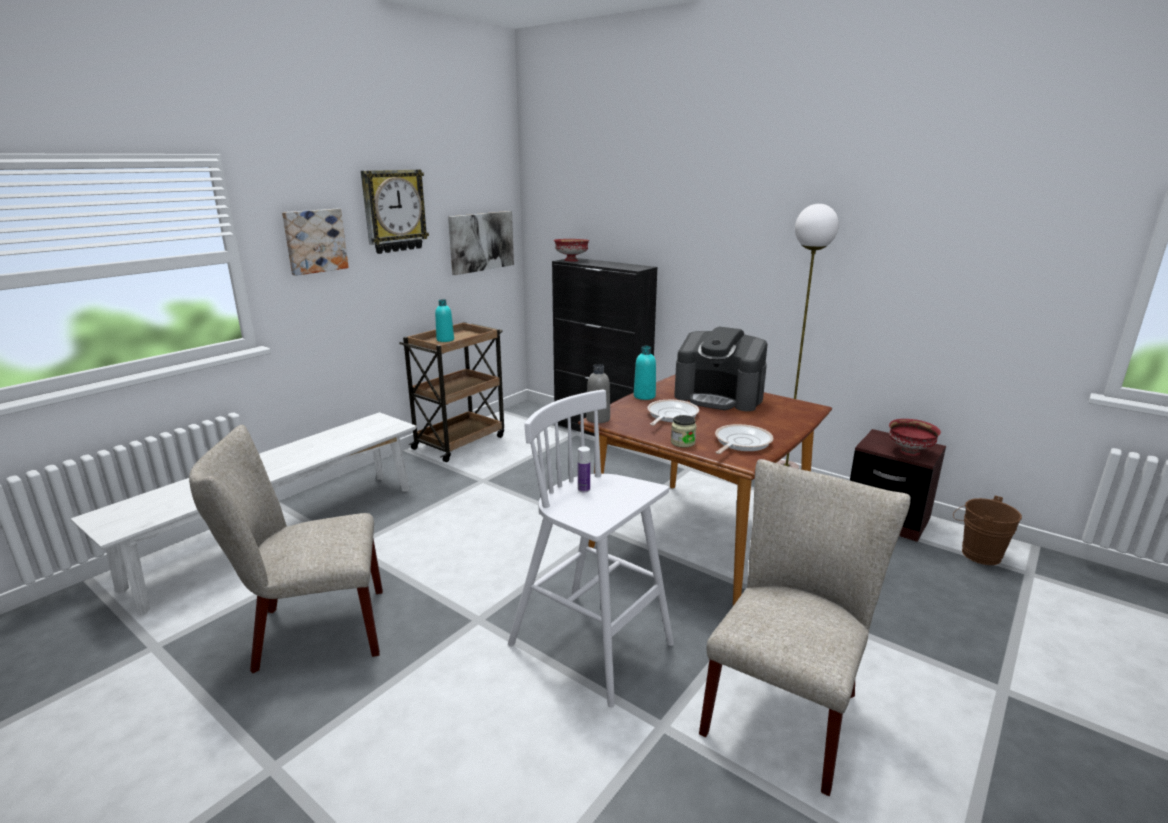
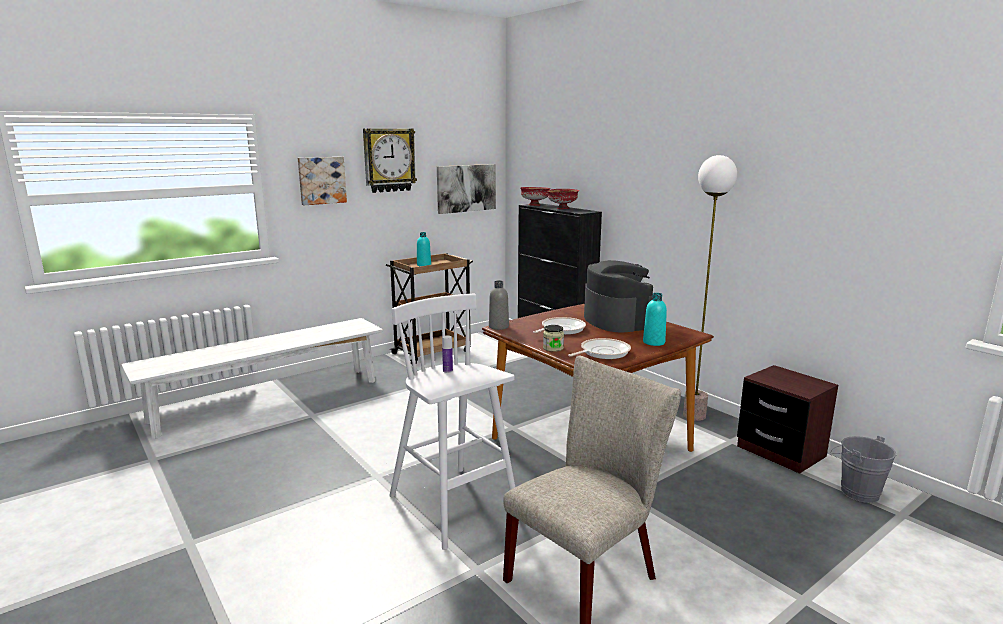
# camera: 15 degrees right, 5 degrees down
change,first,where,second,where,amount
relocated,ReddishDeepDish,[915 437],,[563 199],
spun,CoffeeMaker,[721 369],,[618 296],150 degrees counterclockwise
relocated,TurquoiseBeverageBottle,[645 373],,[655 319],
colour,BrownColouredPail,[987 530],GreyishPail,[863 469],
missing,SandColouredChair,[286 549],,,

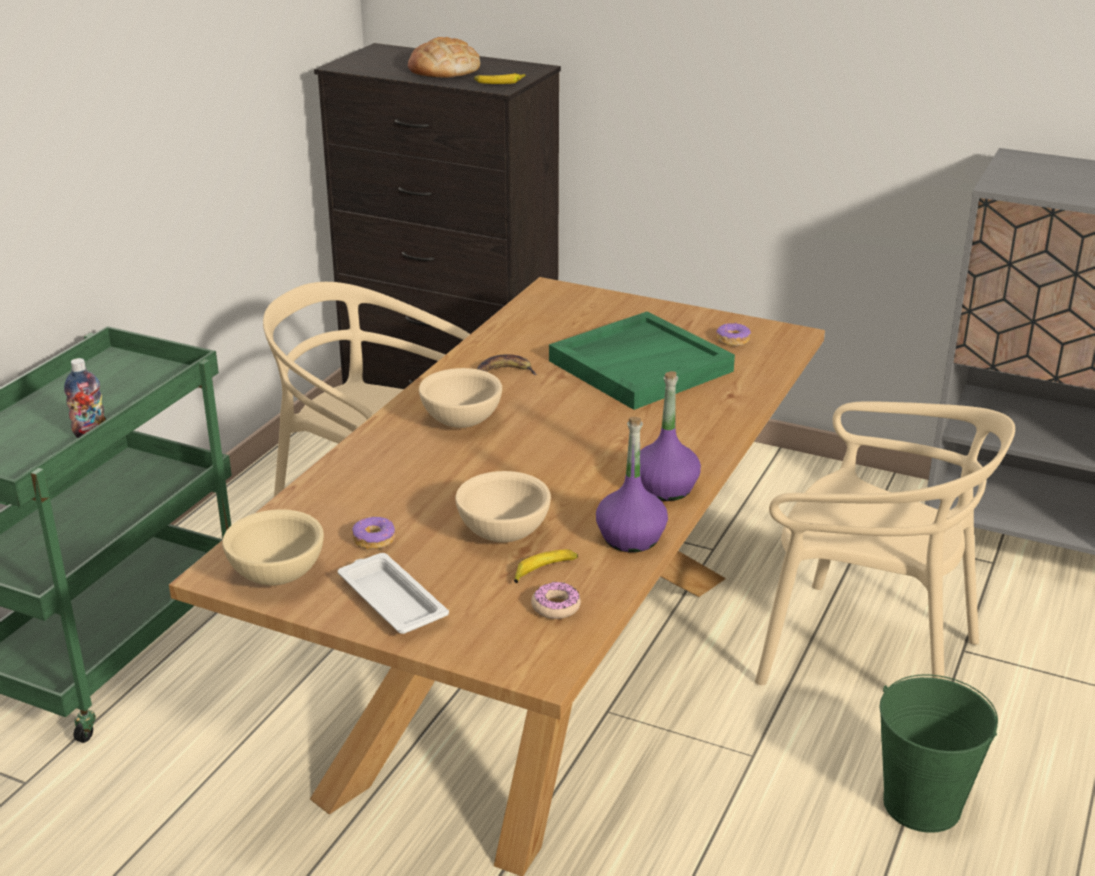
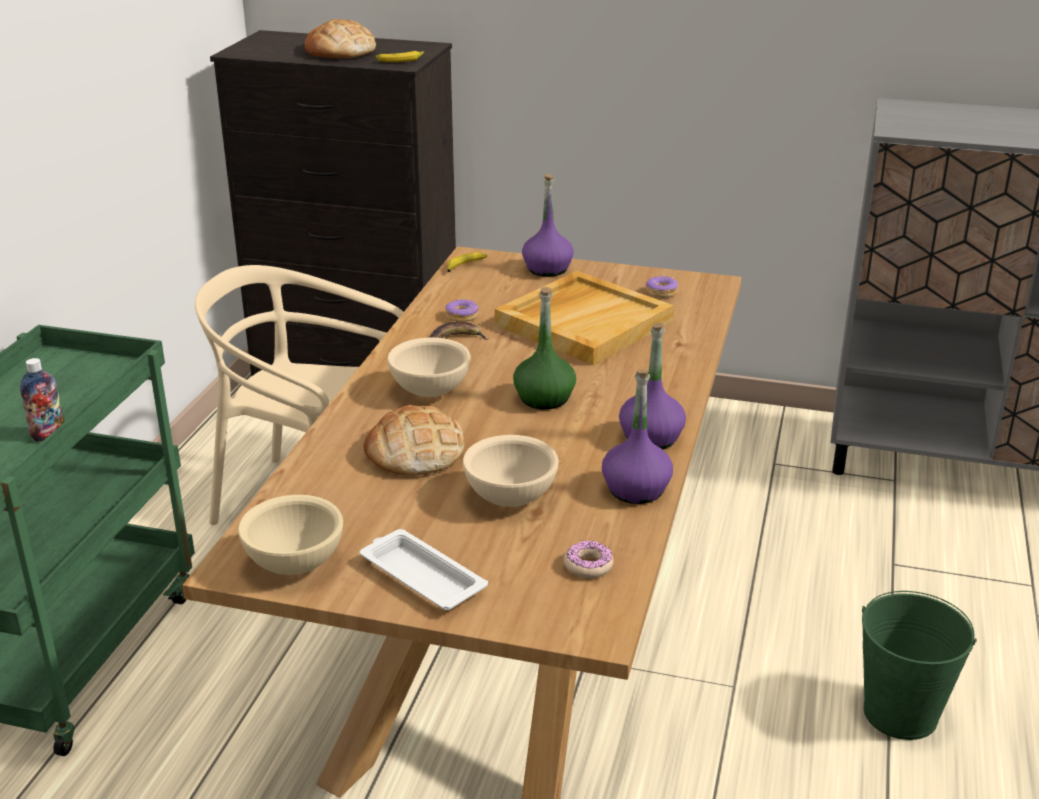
# camera: 10 degrees left, 0 degrees up
change,first,where,second,where,amount
appeared,,,BakedBread,[413 440],
relocated,RingDoughnut,[373 533],,[462 310],
relocated,WholeBanana,[546 566],,[467 262],
colour,GreenServingTray,[642 360],SandColouredServingTray,[584 318],
appeared,,,GreenBeverageBottle,[544 348],
appeared,,,PurpleBeverageBottle,[548 225],
missing,SandColouredChair,[885 543],,,

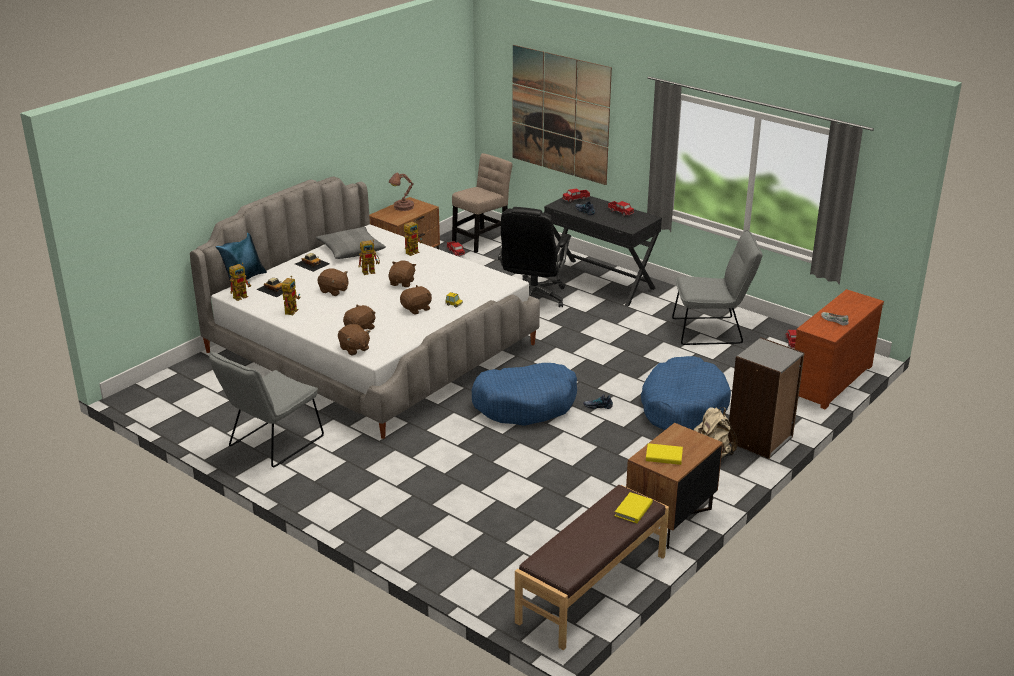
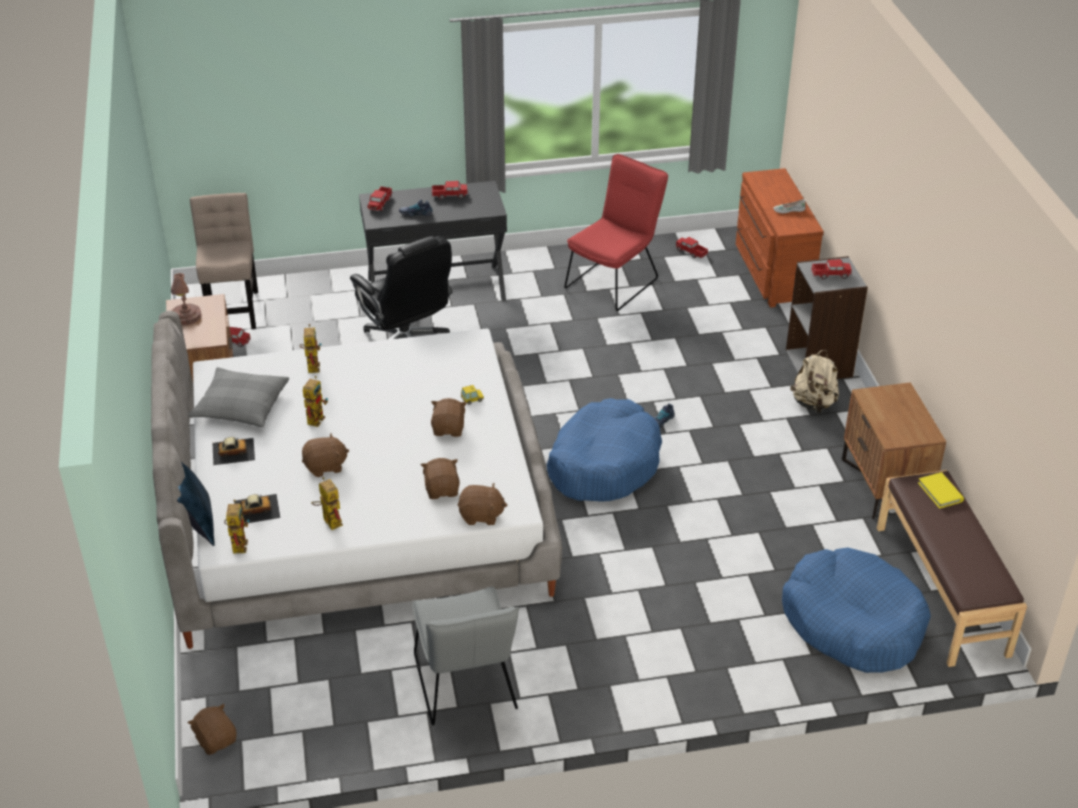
# camera: 50 degrees left, 10 degrees up
change,first,where,second,where,amount
relocated,BrownColouredSoftToy,[402 274],,[212 729],
colour,GreyishChair,[717 287],ReddishChair,[616 232],
relocated,BlueDogBed,[686 393],,[856 610],
appeared,,,ToyTruck,[831 269],
missing,WallPicture,[562 115],,,
missing,YellowishBook,[664 454],,,

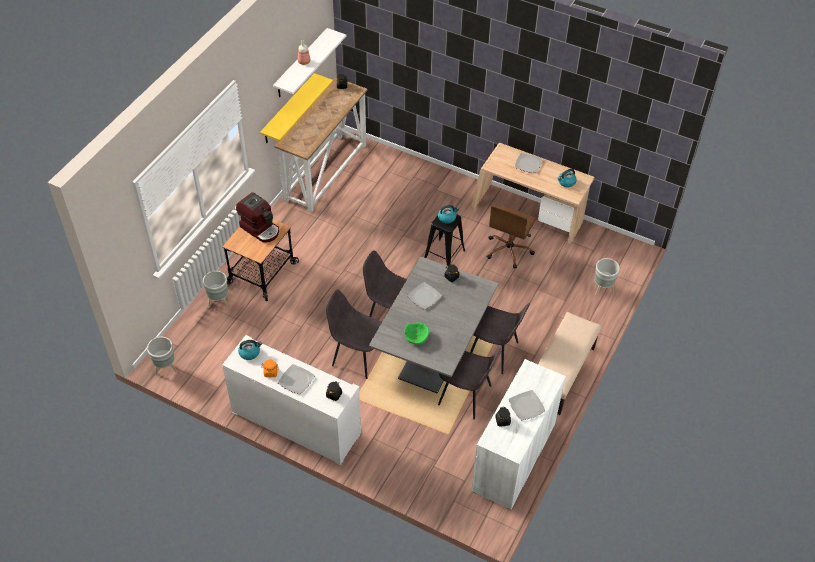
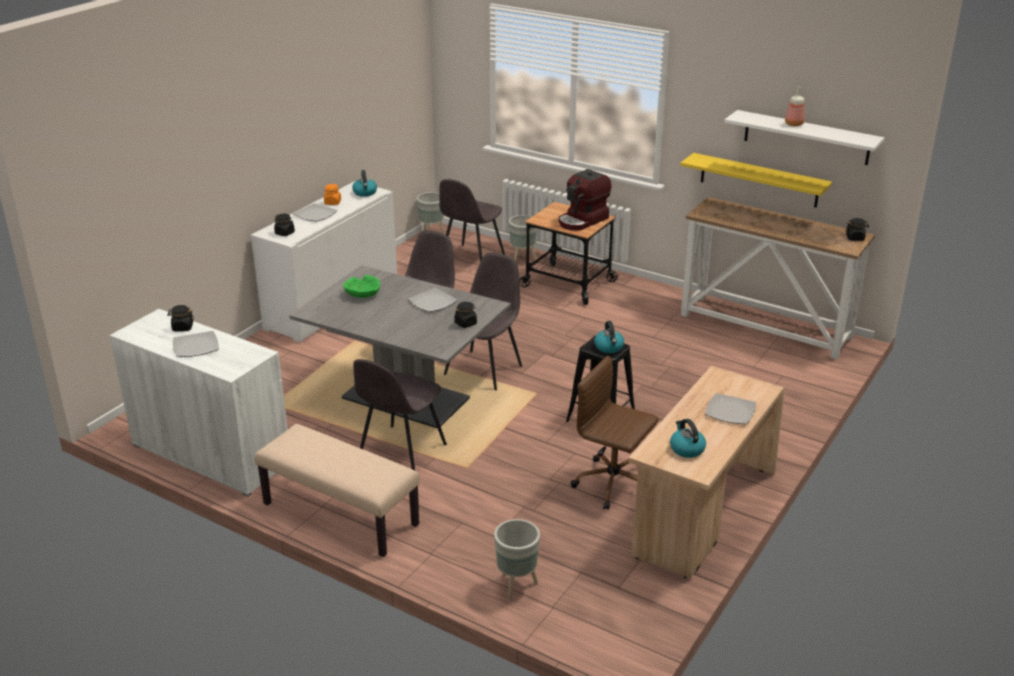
# camera: 95 degrees right, 20 degrees down
change,first,where,second,where,amount
relocated,GreyishChair,[469 383],,[472 220],

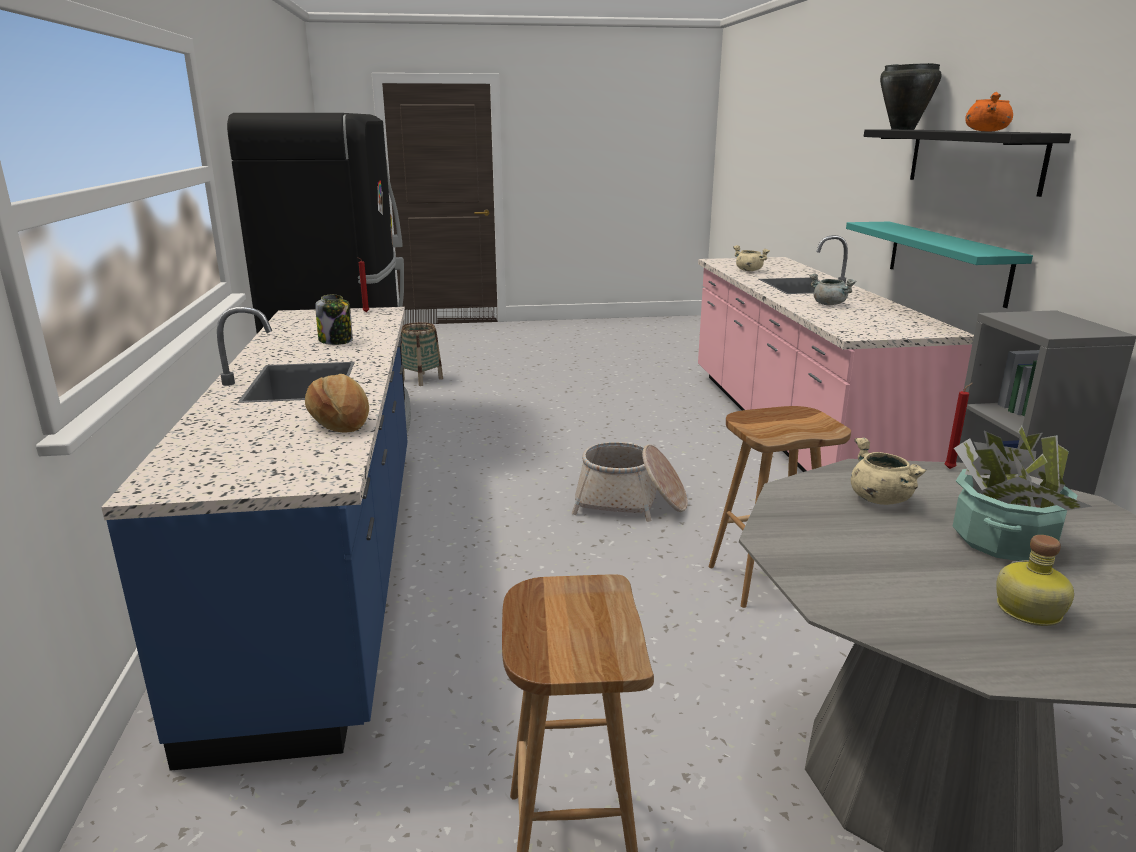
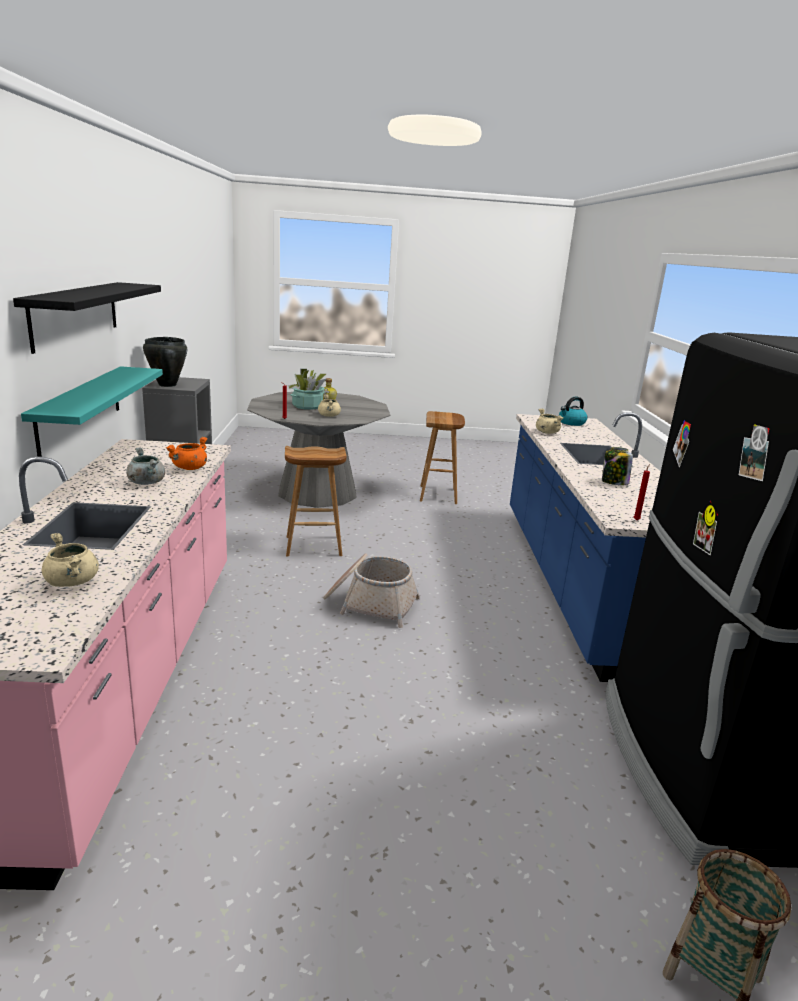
# camera: 175 degrees left, 0 degrees up
change,first,where,second,where,amount
relocated,BlackColouredSaucepot,[911 96],,[165 362],
relocated,OrangeSaucepot,[989 112],,[186 453],
exchanged,BakedBread,[337 403],SandColouredSaucepot,[550 421],
appeared,,,TeaKettle,[573 411],

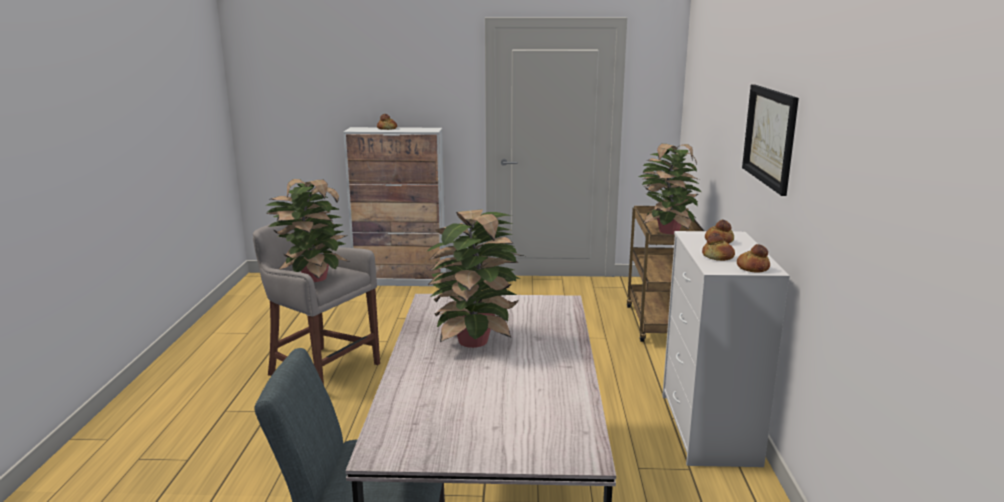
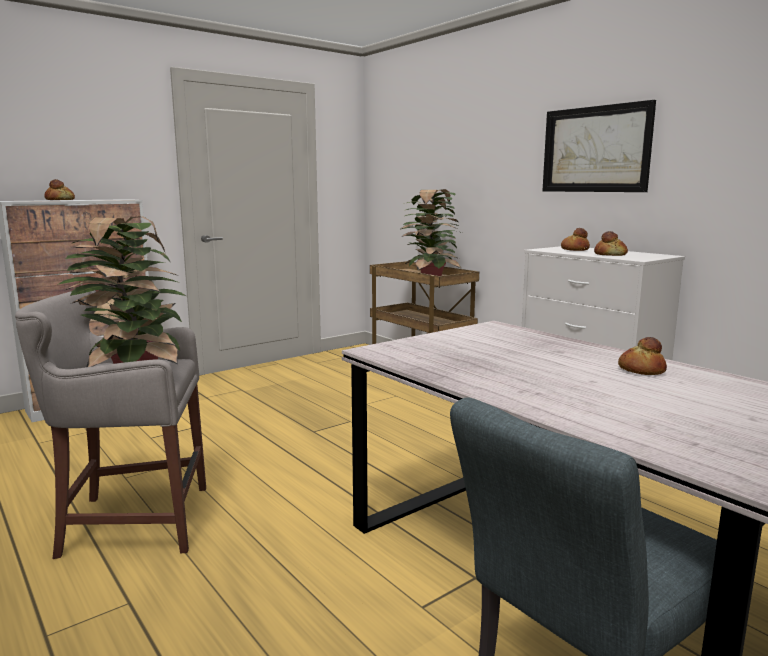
# camera: 40 degrees left, 5 degrees down
change,first,where,second,where,amount
relocated,BakedBread,[753 258],,[642 356],
missing,Houseplant,[474 278],,,

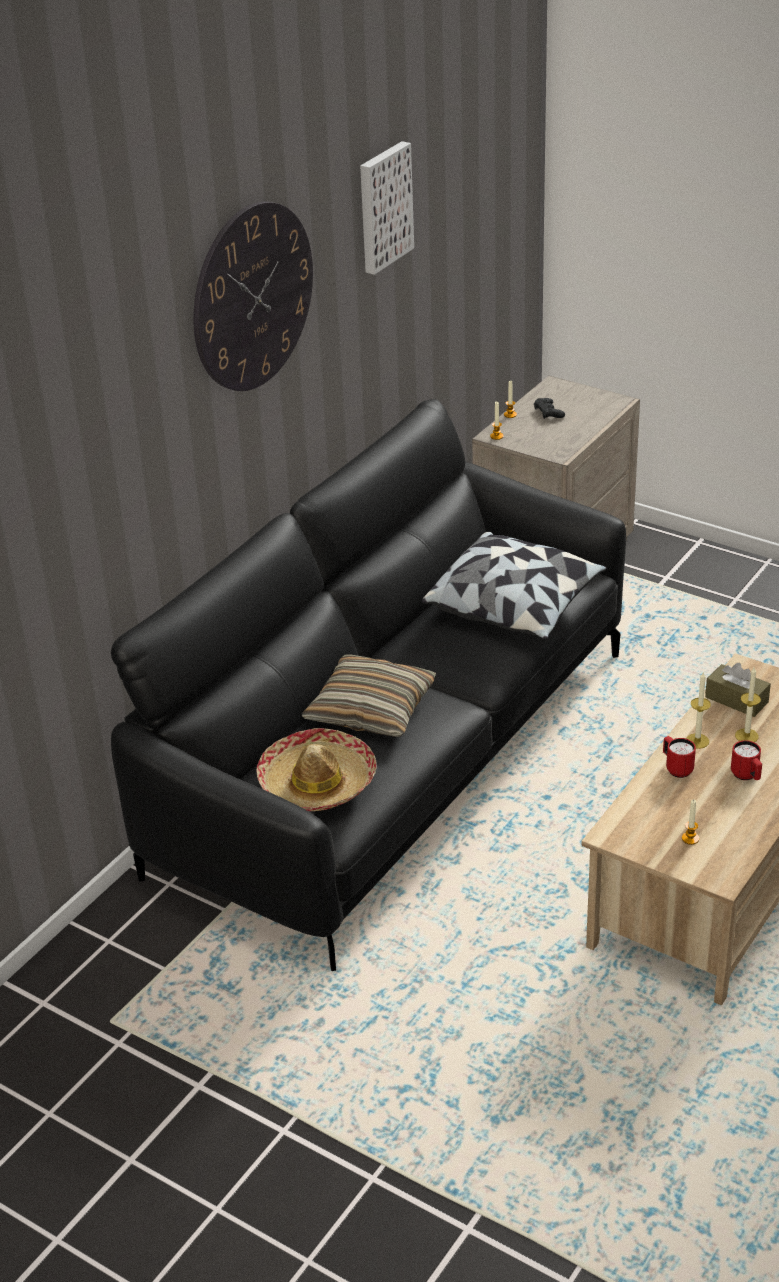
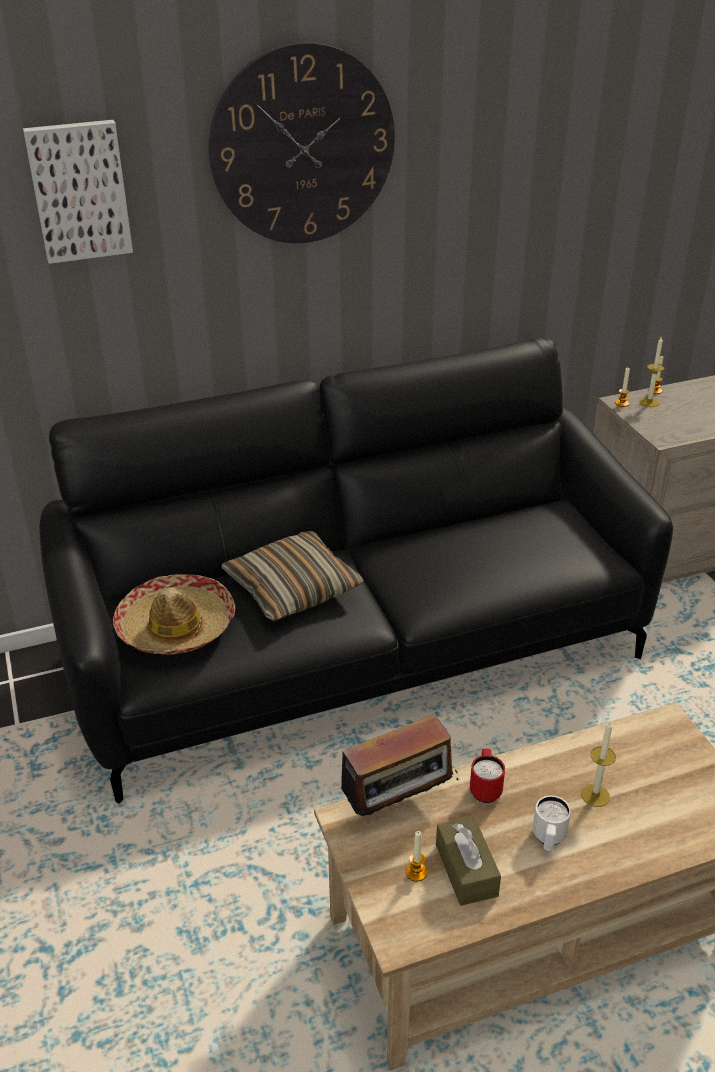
# camera: 35 degrees right, 0 degrees up
change,first,where,second,where,amount
relocated,WallPicture,[387 208],,[78 192],
appeared,,,RadioReceiver,[394 765],
relocated,BrownColouredBoxOfTissues,[738 690],,[468 861],
colour,ReddishCoffeeMug,[746 760],WhiteColouredCoffeeMug,[552 823],
relocated,Candle,[698 710],,[652 372],
missing,Pillow,[514 585],,,
missing,BlackColouredGameController,[549 408],,,

